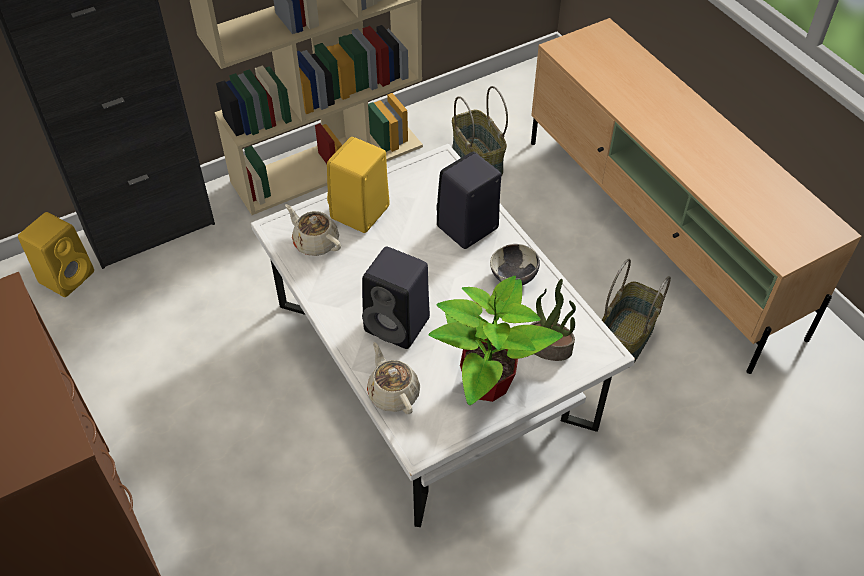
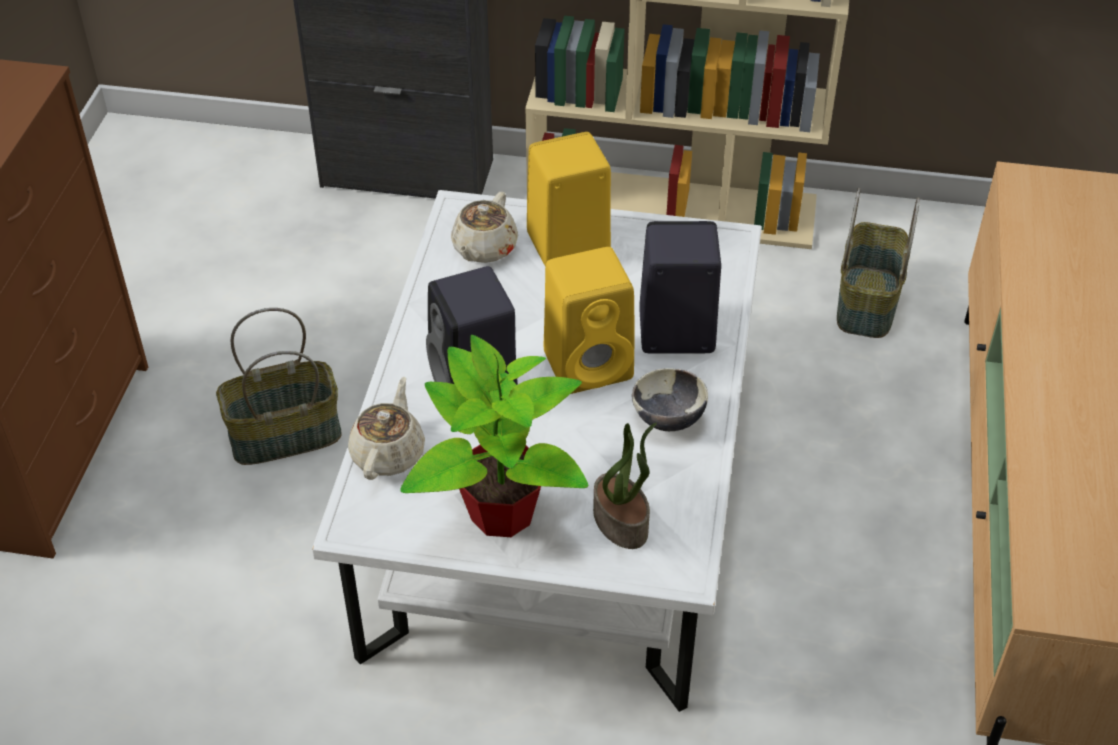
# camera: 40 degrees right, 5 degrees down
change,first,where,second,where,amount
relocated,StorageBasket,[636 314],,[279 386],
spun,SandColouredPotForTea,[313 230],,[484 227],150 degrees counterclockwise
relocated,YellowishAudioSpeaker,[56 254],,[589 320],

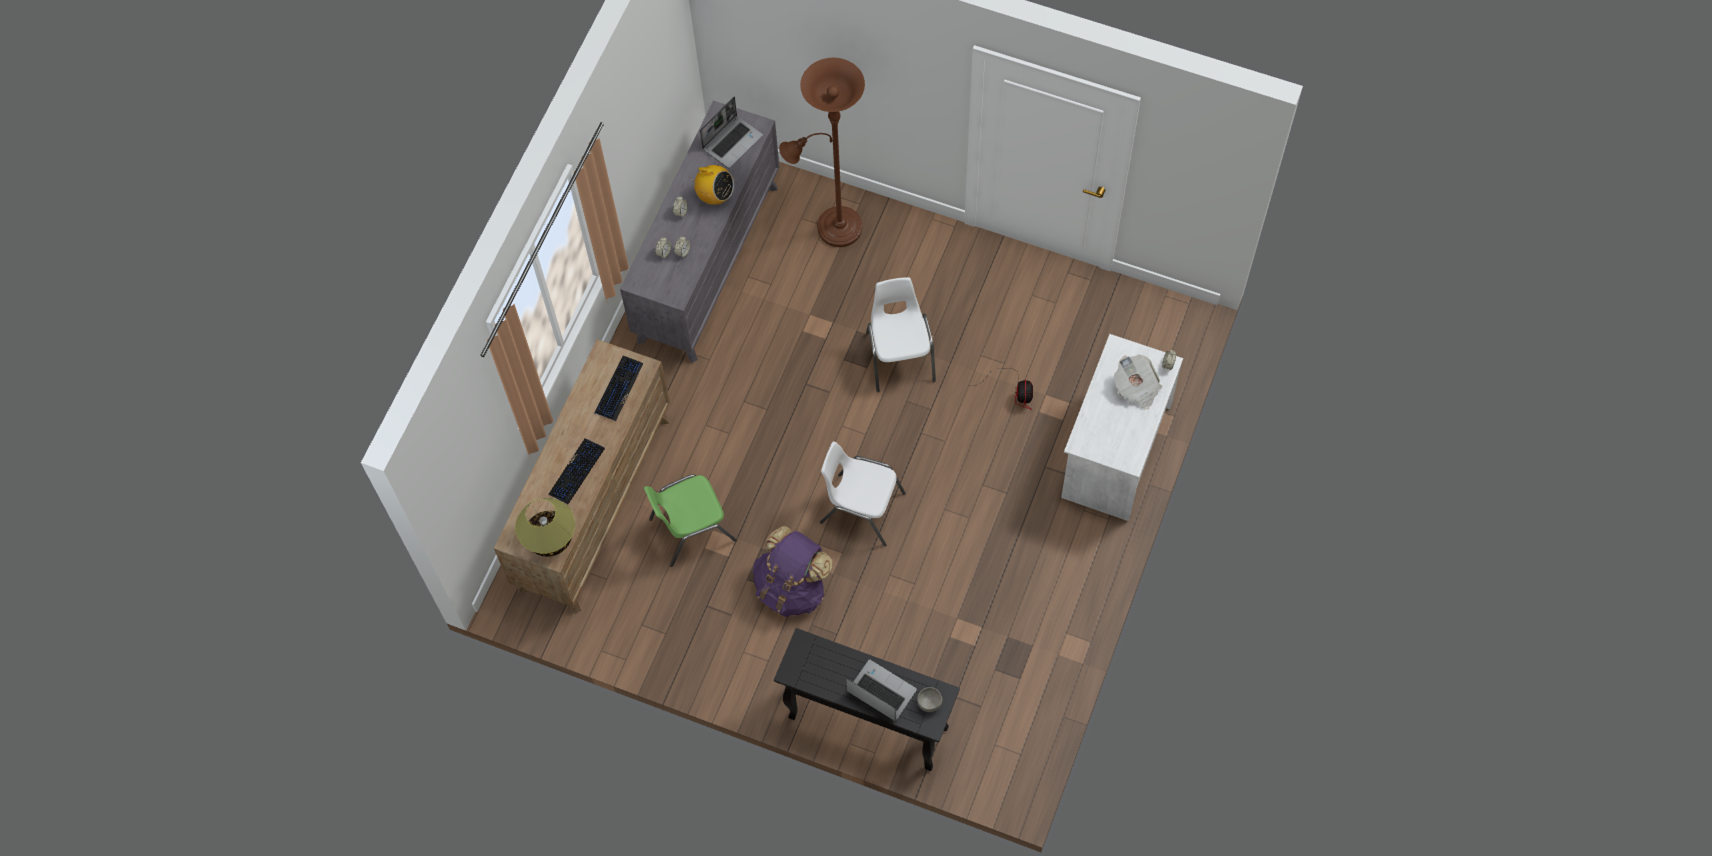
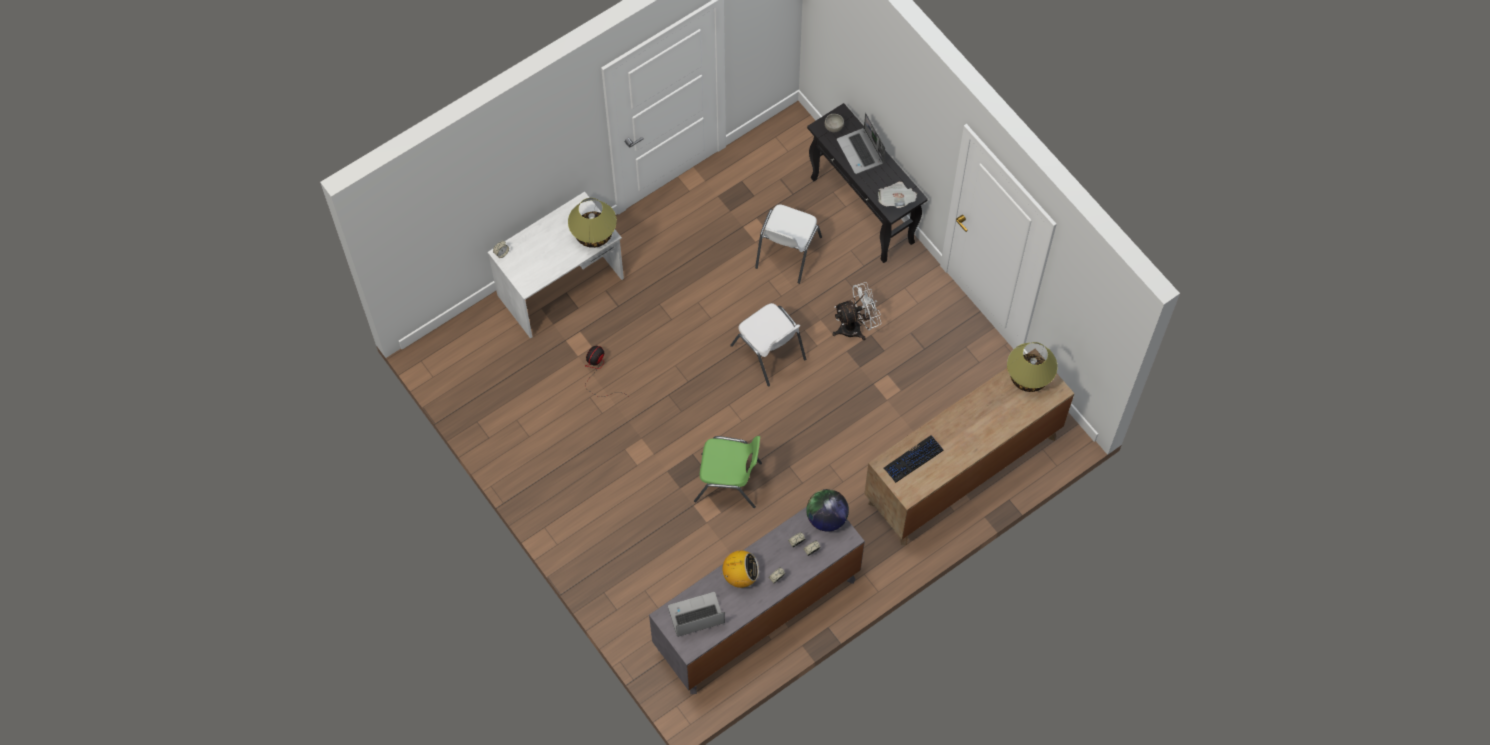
# camera: 150 degrees left, 0 degrees up
change,first,where,second,where,amount
appeared,,,TabletopLamp,[592 223],
relocated,GreenChair,[690 520],,[728 472],
spun,RadioReceiver,[711 185],,[740 569],120 degrees clockwise
relocated,WhiteColouredChair,[901 334],,[788 244],
appeared,,,Globe,[827 510],
exchanged,PurpleBackpack,[792 571],WhiteColouredElectricFan,[856 311],
relocated,Newspaper,[1138 382],,[897 195],
missing,PcKeyboard,[576 472],,,
missing,BrownColouredFloorLamp,[822 152],,,

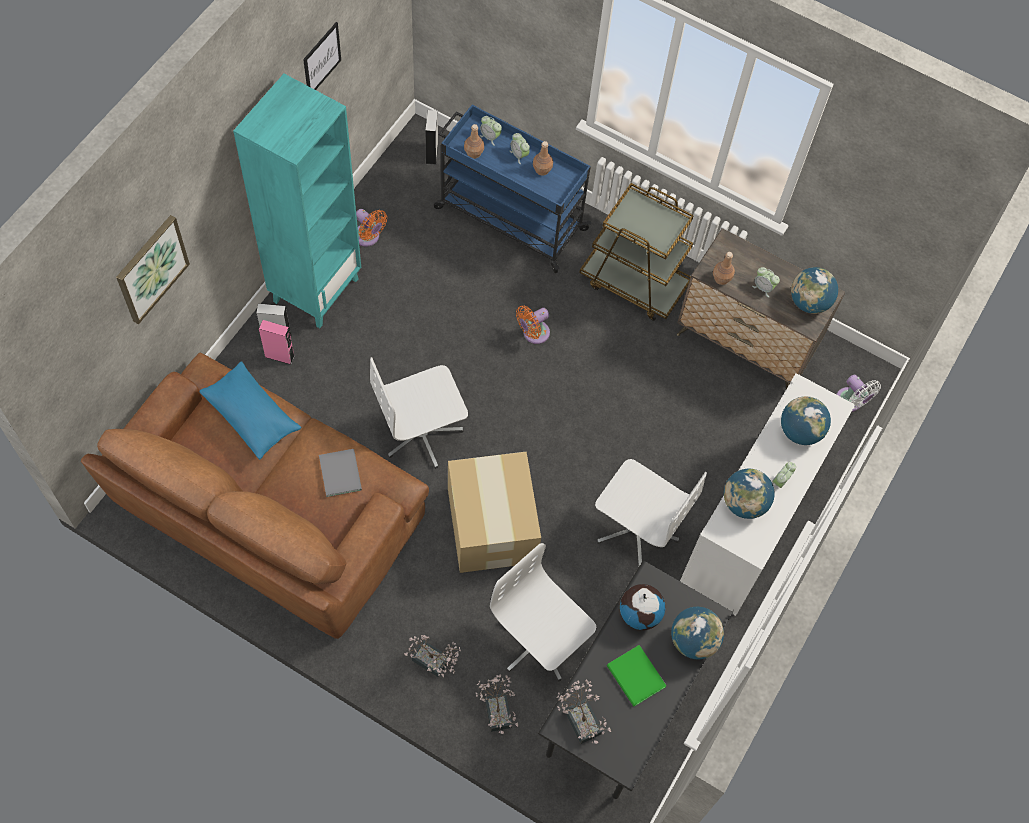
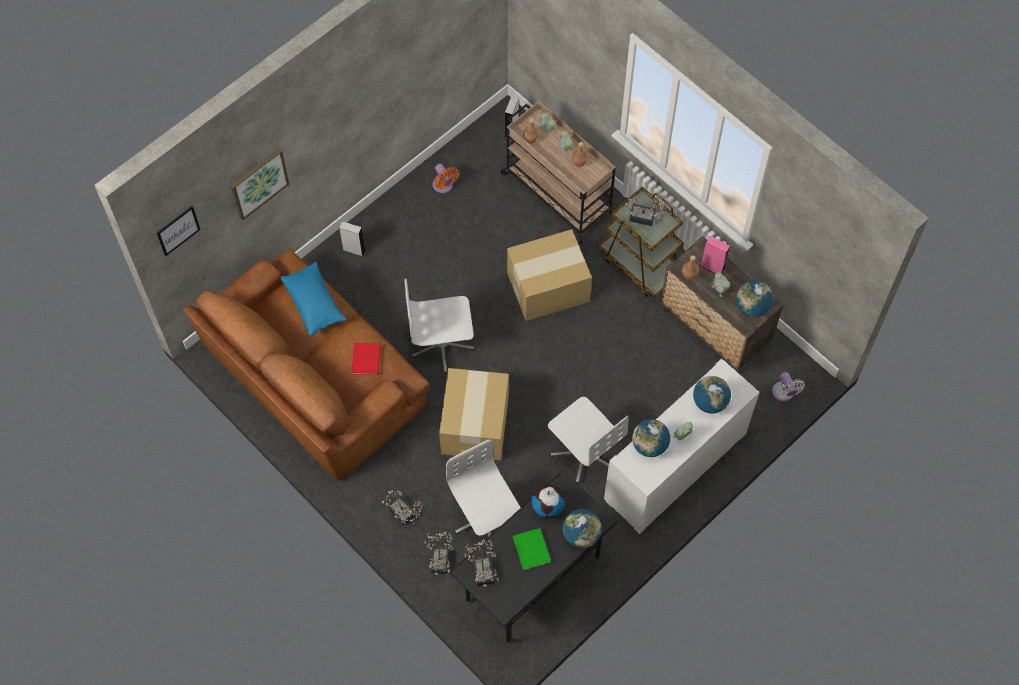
# camera: 20 degrees right, 0 degrees up
change,first,where,second,where,amount
relocated,WallPicture,[322 56],,[179 231],
colour,GreyishBook,[340 473],ReddishBook,[366 358],
colour,BlueCart,[512 189],SandColouredCart,[560 172],
exchanged,OrangeElectricFan,[533 324],PackingBox,[549 275],
appeared,,,Houseplant,[645 210],
relocated,PinkishAudioSpeaker,[277 342],,[715 255],
missing,TurquoiseBookcase,[297 201],,,

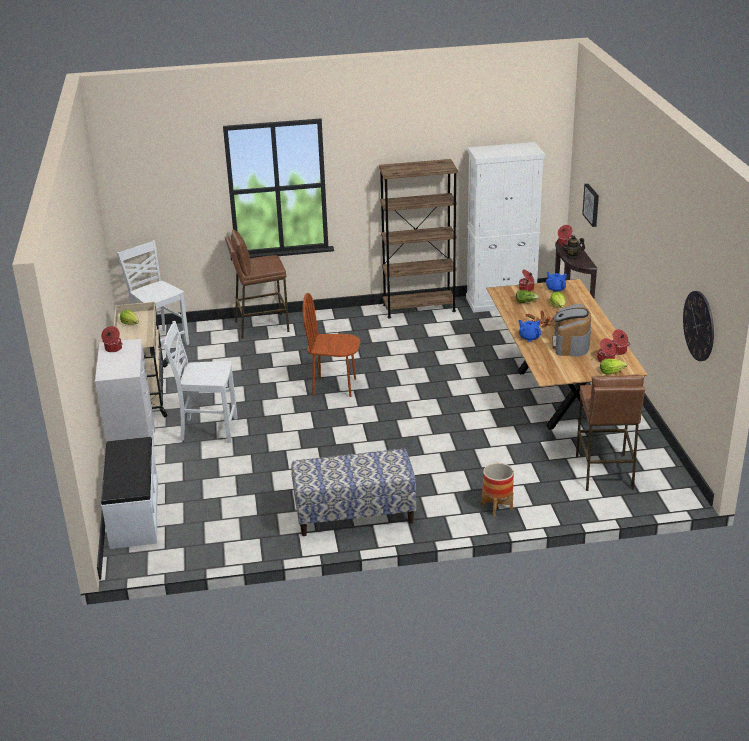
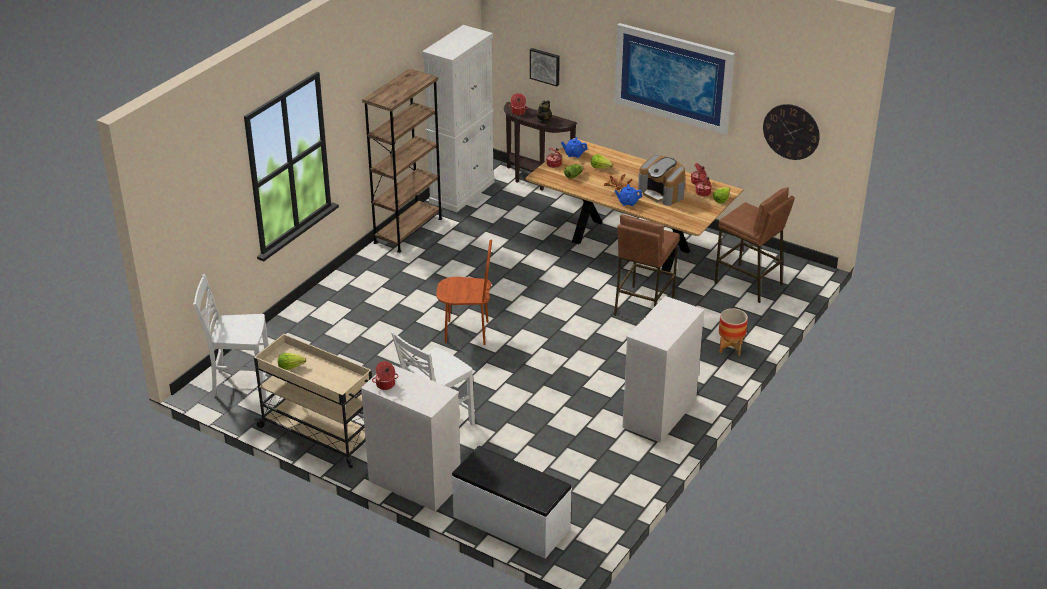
# camera: 50 degrees left, 5 degrees up
change,first,where,second,where,amount
spun,BrownColouredChair,[331 345],,[464 292],135 degrees counterclockwise
appeared,,,WallPicture,[674 79],
relocated,BrownColouredSittingStool,[257 284],,[647 265],
exchanged,LongSeat,[353 492],WhiteColouredDrawerChest,[663 369],

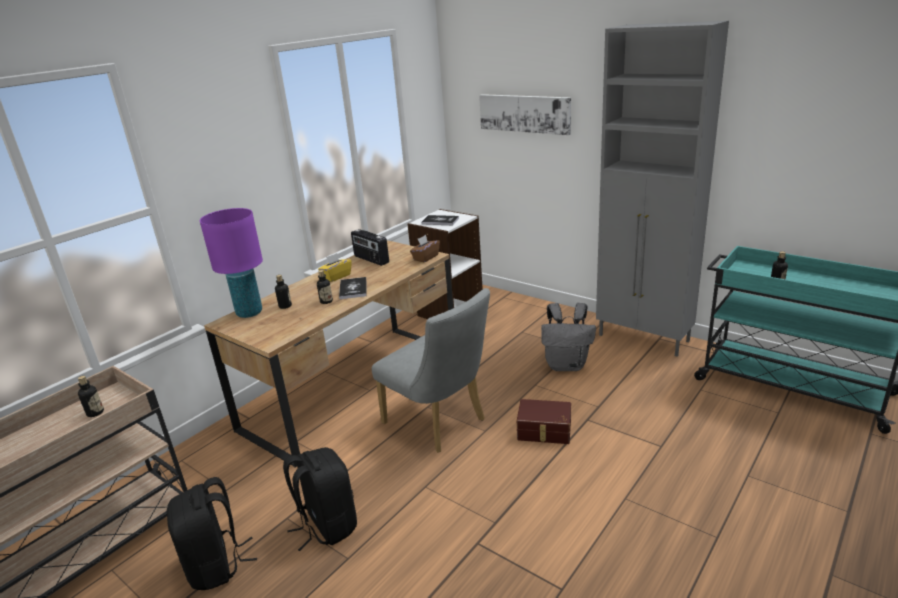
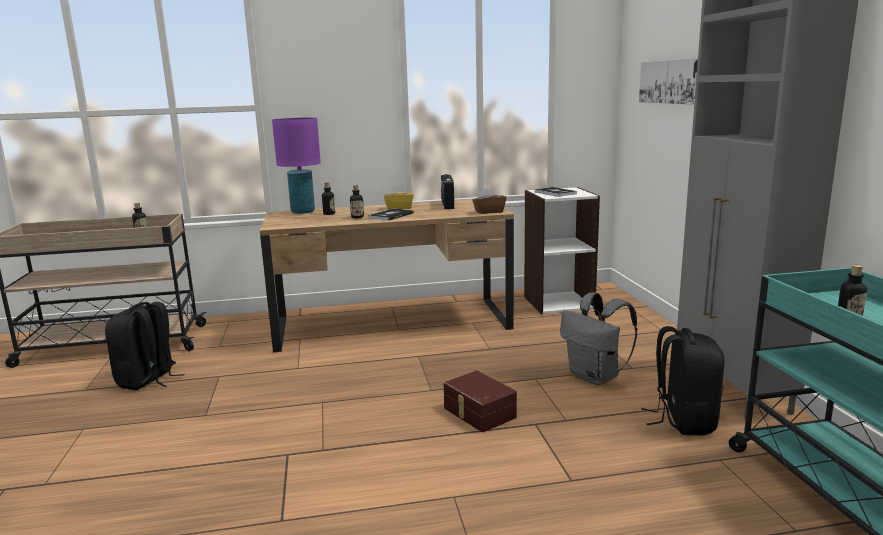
# camera: 40 degrees right, 10 degrees down
change,first,where,second,where,amount
relocated,BlackColouredBackpack,[320 499],,[683 380],
missing,GreyishChair,[431 370],,,

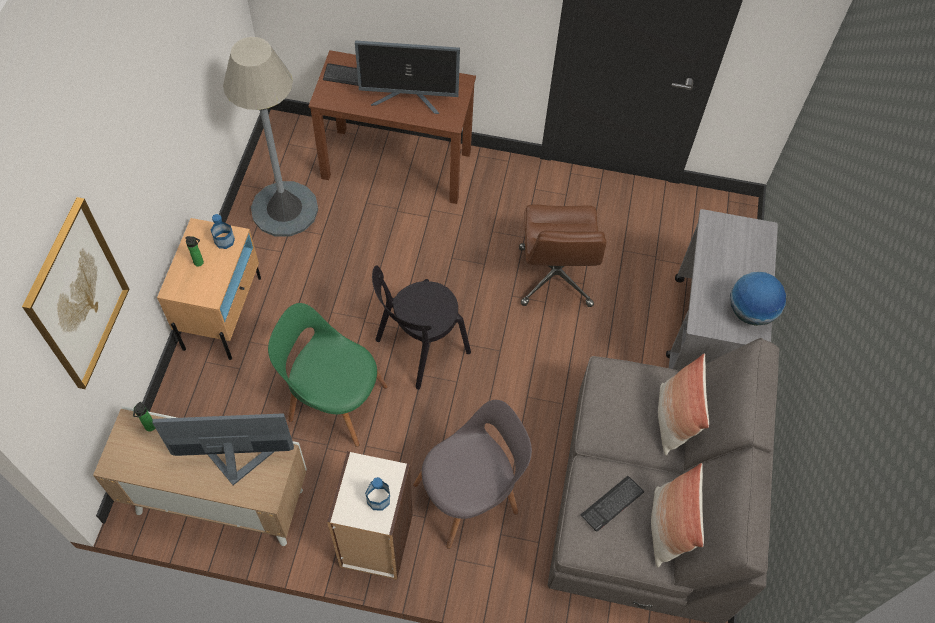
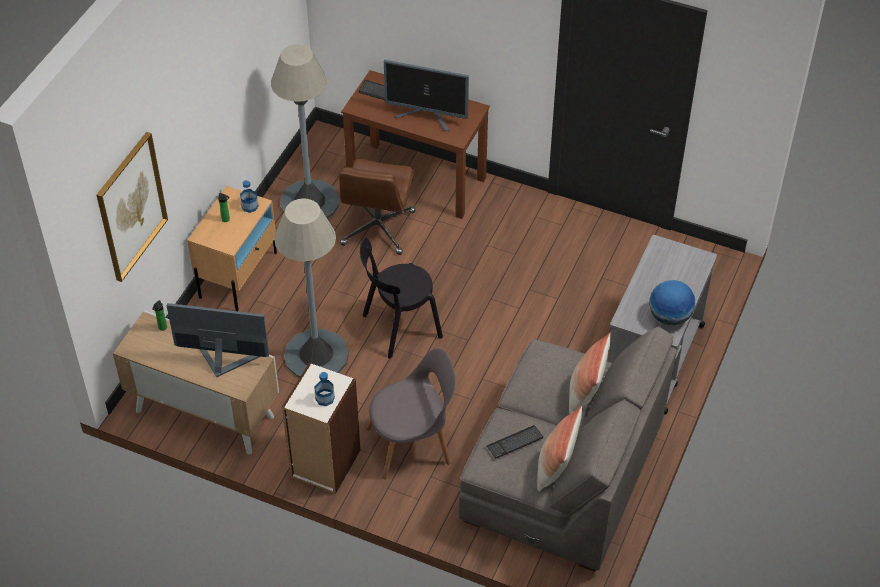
# camera: 15 degrees right, 10 degrees down
change,first,where,second,where,amount
exchanged,GreenChair,[328 375],GreyishFloorLamp,[311 288],
relocated,BrownColouredDeskChair,[562 255],,[377 207],

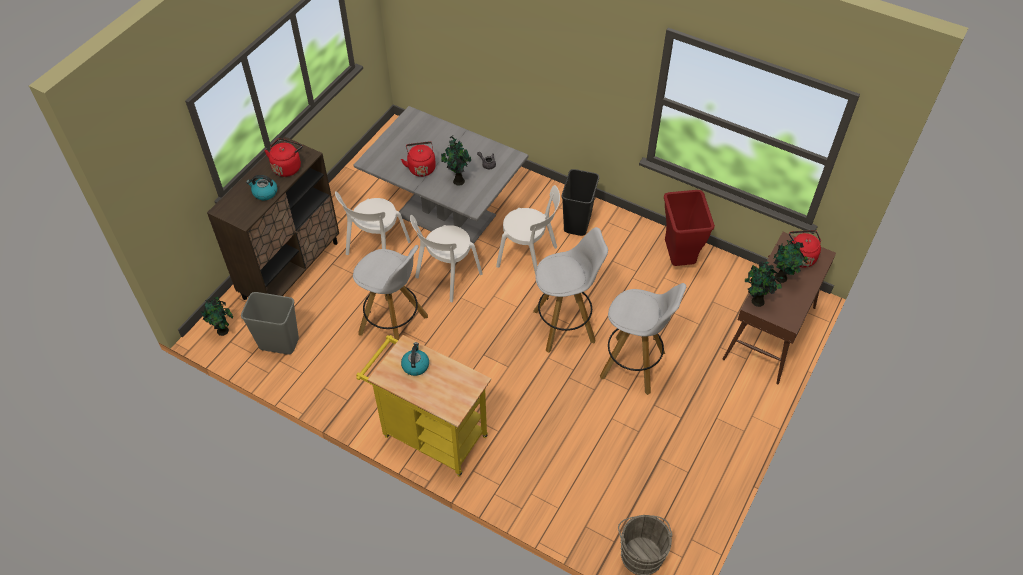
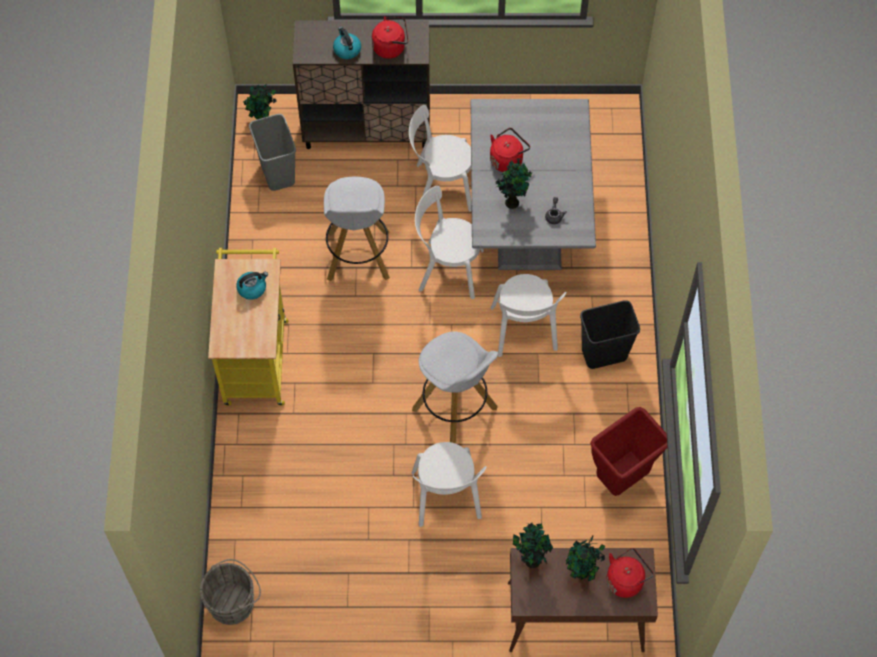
# camera: 60 degrees right, 10 degrees up
change,first,where,second,where,amount
exchanged,WhiteColouredSittingStool,[643 339],WhiteColouredChair,[449 484],

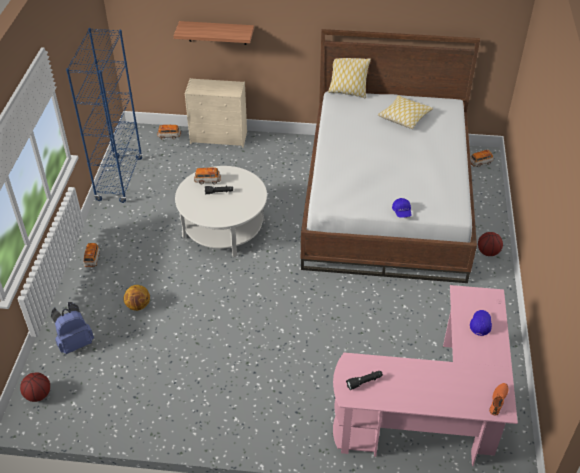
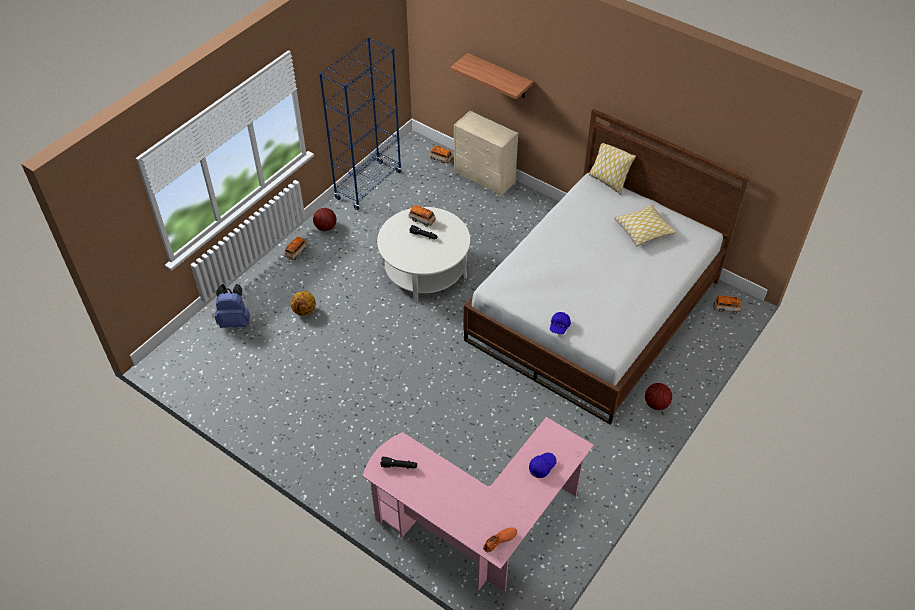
# camera: 30 degrees right, 5 degrees up
change,first,where,second,where,amount
relocated,BallForBasketball,[35 387],,[324 219],

